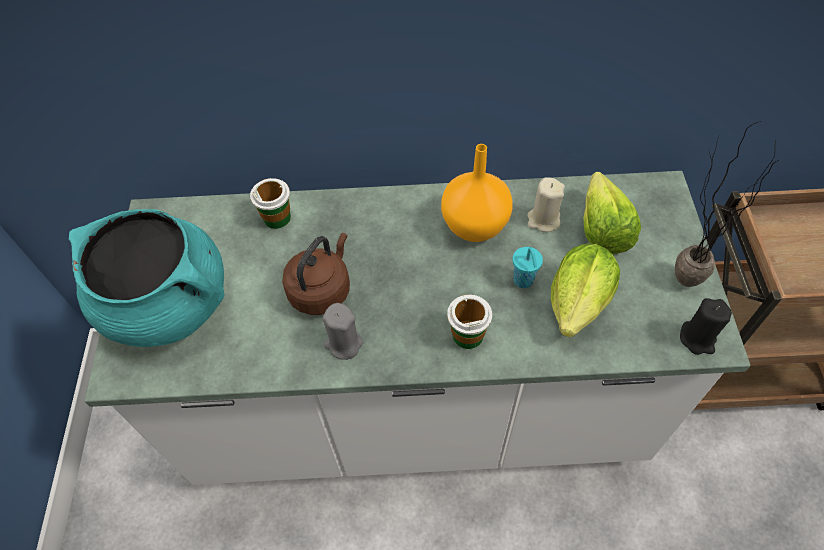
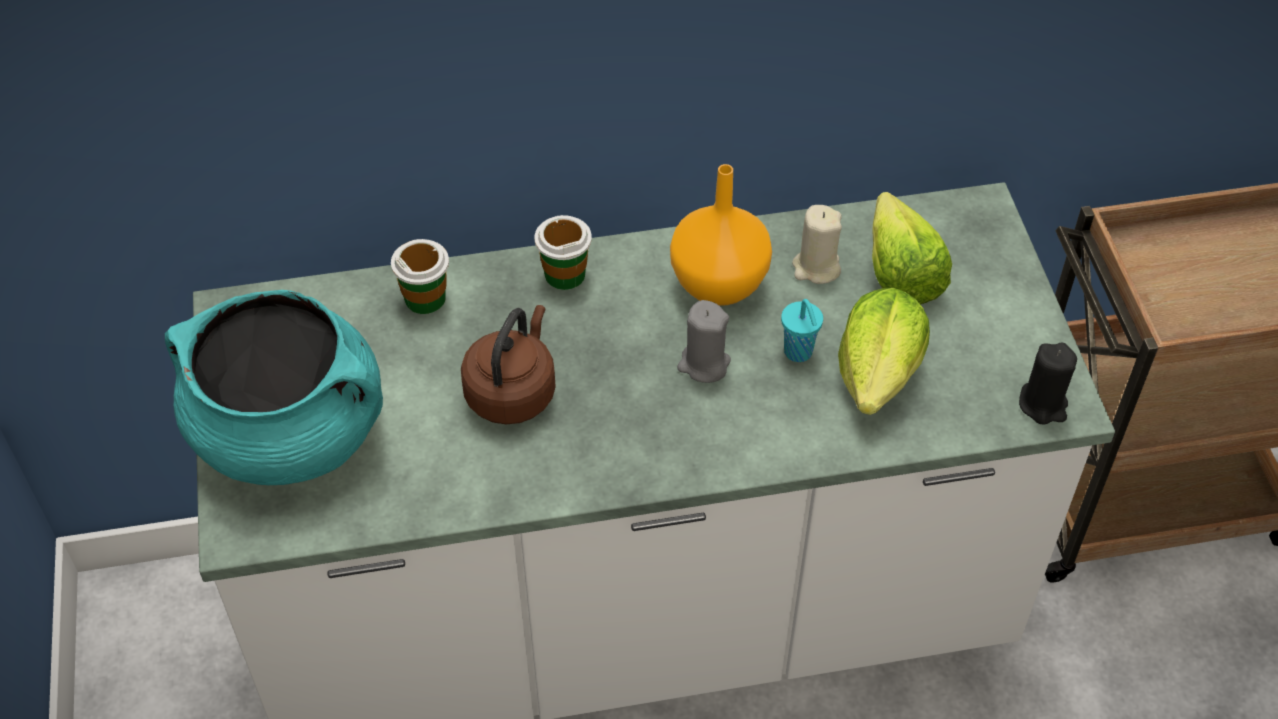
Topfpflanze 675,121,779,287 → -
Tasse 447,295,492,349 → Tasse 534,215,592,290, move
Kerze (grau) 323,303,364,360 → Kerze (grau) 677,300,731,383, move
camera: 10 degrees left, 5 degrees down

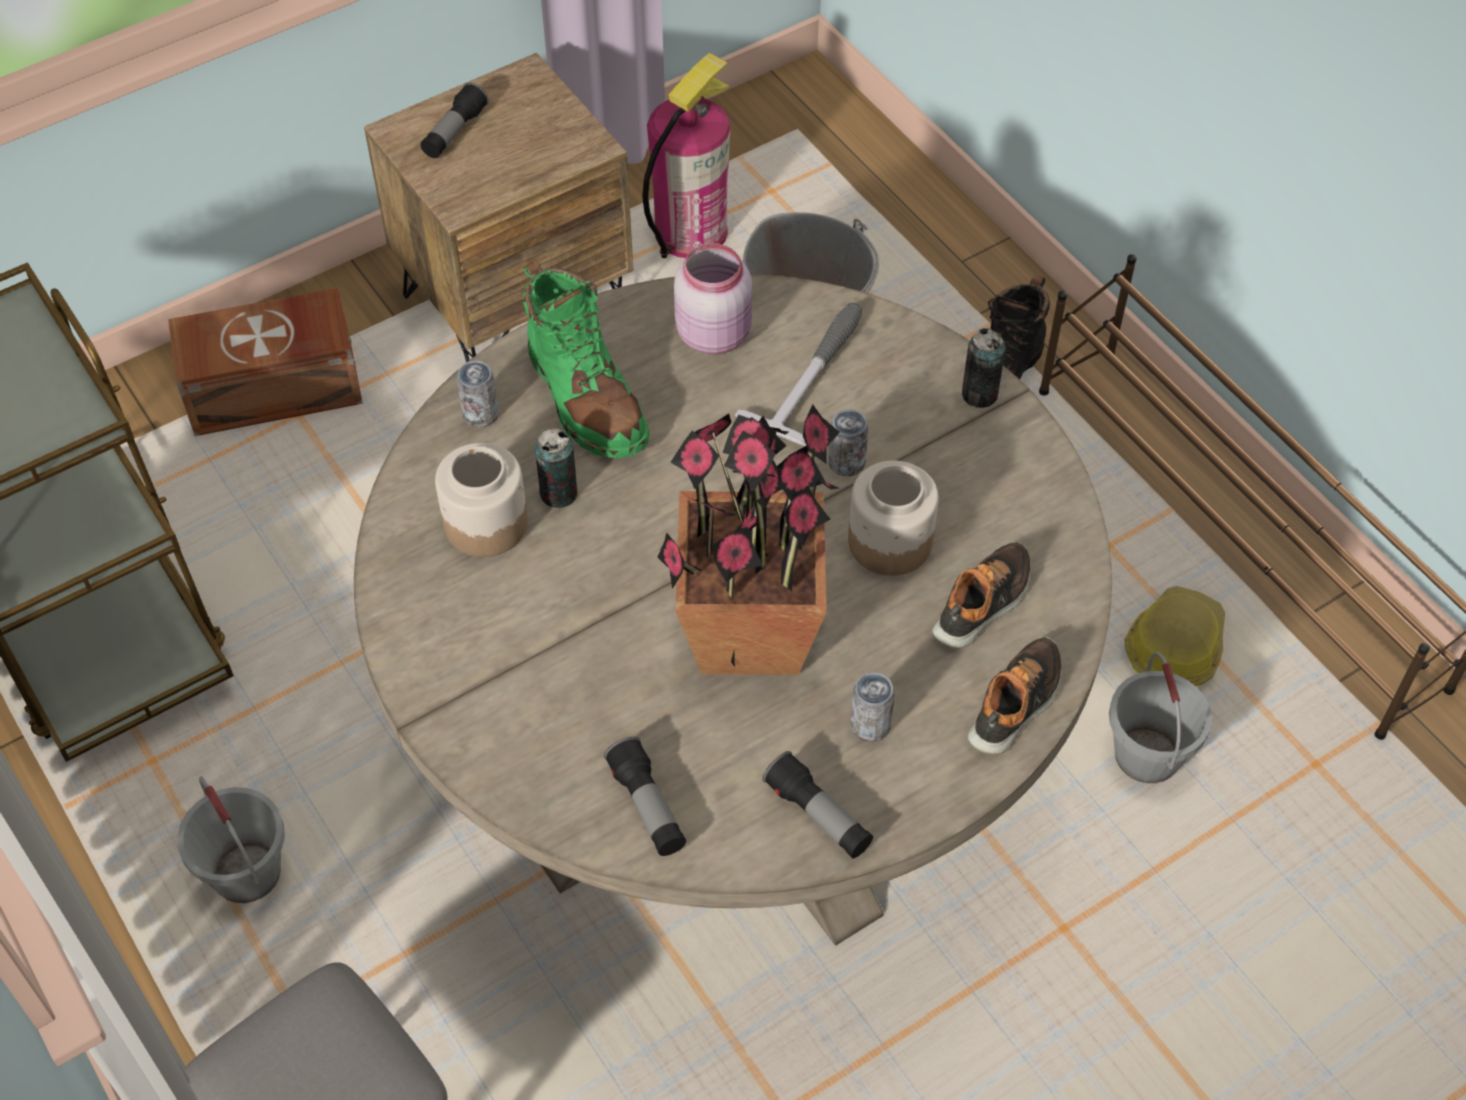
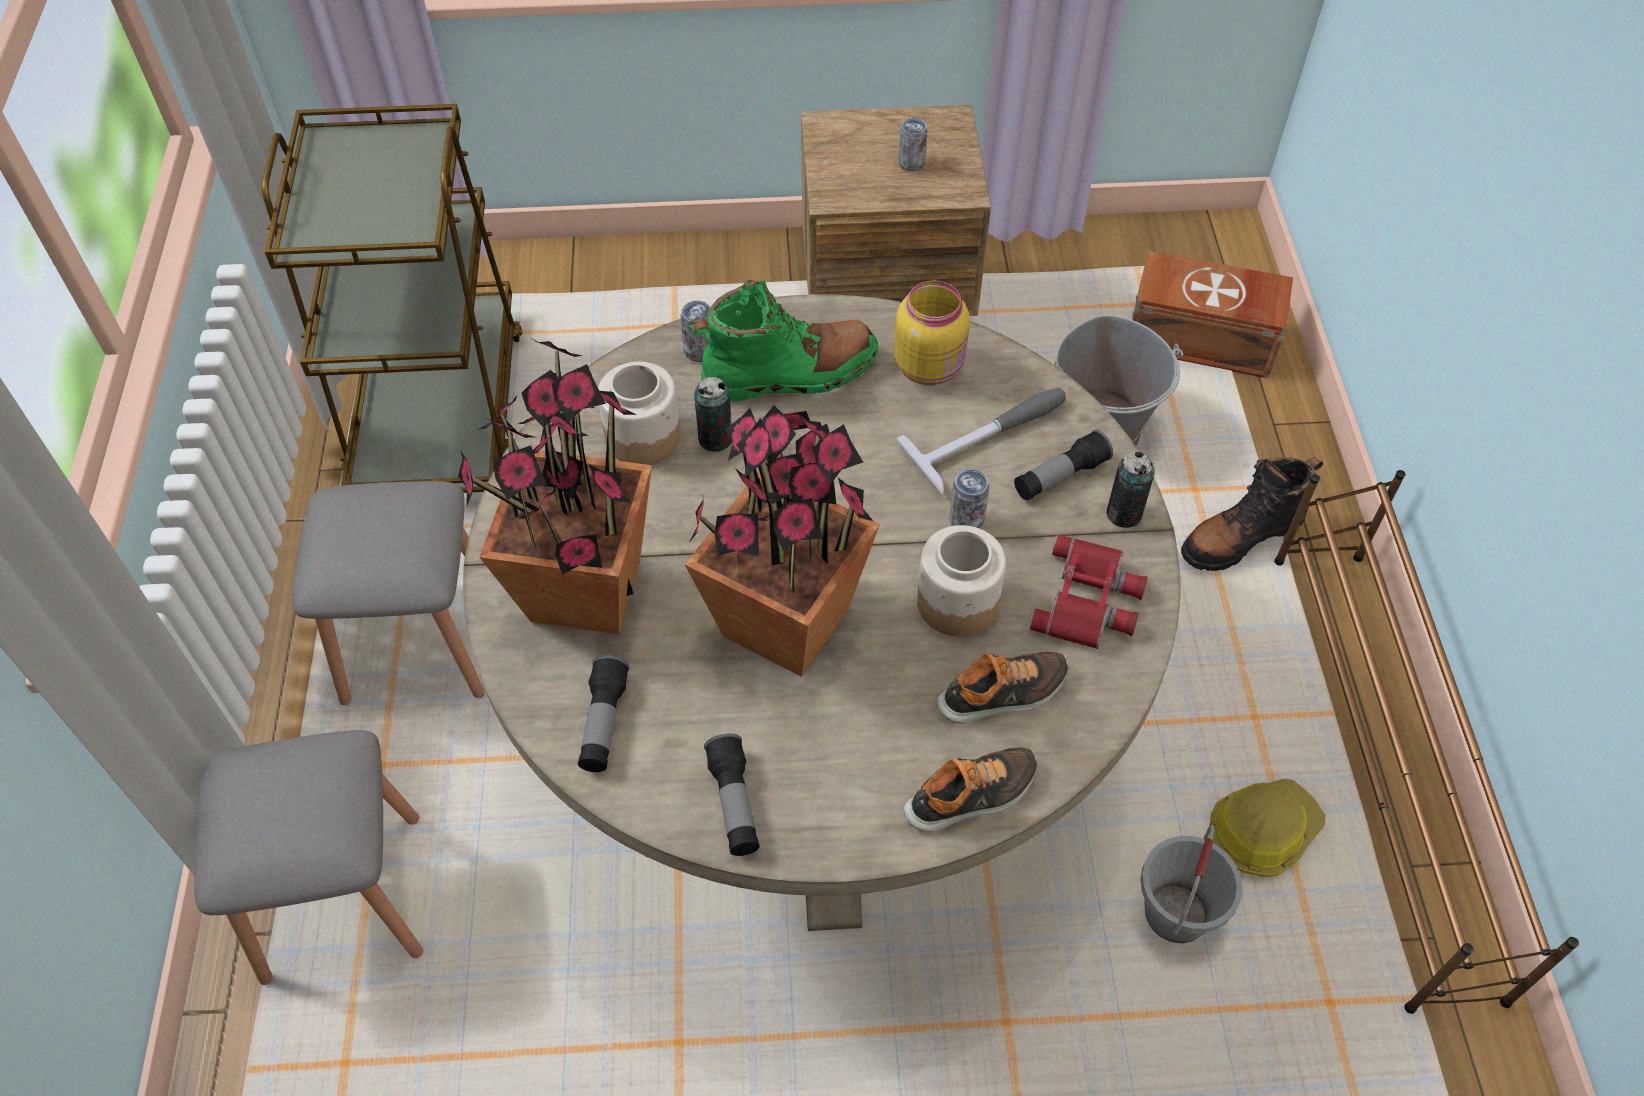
Feuerlöscher 642,53,730,258 → -
Taschenlampe 420,83,489,158 → Taschenlampe 1014,430,1113,500, move
Vorratsglas (rosa) 674,243,752,355 → Vorratsglas (gelb) 894,281,970,385
Stiefel (grün) 523,260,650,458 → Stiefel (grün) 690,280,878,401, 105 degrees counterclockwise
Aufbewahrungsbox (braun) 168,288,363,436 → Aufbewahrungsbox (braun) 1132,250,1293,379, move
Dose 850,672,895,742 → Dose 898,118,928,171, move
Eimer (grau) 177,776,285,903 → Hocker (grau) 292,481,485,705
- → Topfpflanze 458,339,652,634
- → Fernglas (rot) 1030,535,1148,649
camera: 30 degrees right, 0 degrees up

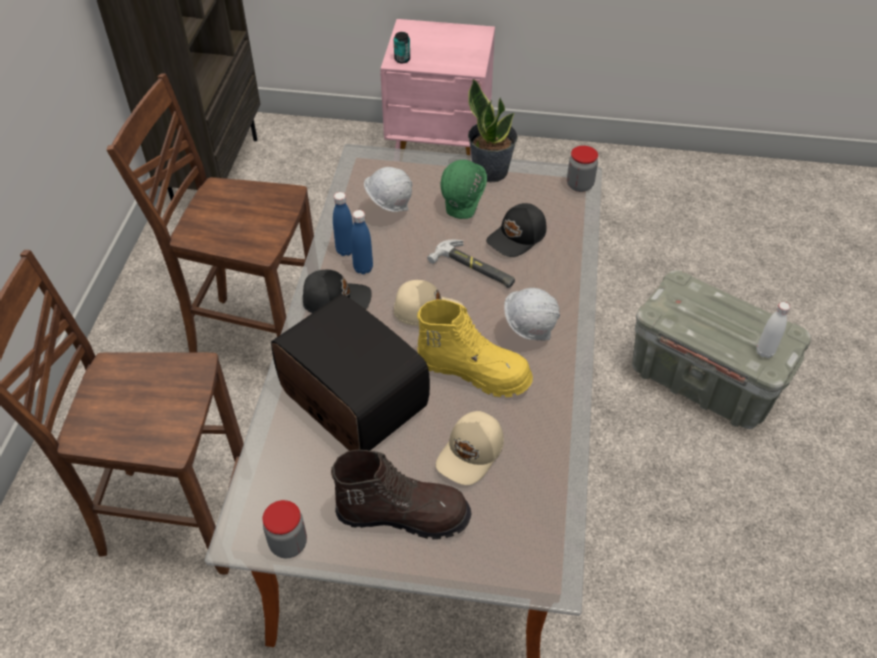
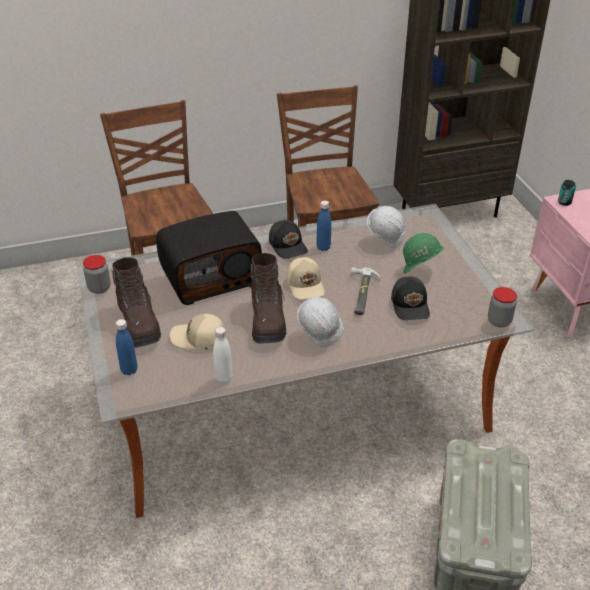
Topfpflanze 468,79,518,182 → -
Flasche (blau) 333,192,353,256 → Flasche (blau) 116,319,137,375, move
Kappe (schwarz) 486,203,547,257 → Kappe (schwarz) 391,277,430,320, 120 degrees counterclockwise
Radio 271,294,430,451 → Radio 156,211,262,305, 45 degrees clockwise
Stiefel (gelb) 417,300,533,397 → Stiefel (braun) 250,253,286,343
Flasche (weiß) 757,302,790,358 → Flasche (weiß) 213,327,232,383, move
camera: 65 degrees right, 10 degrees down

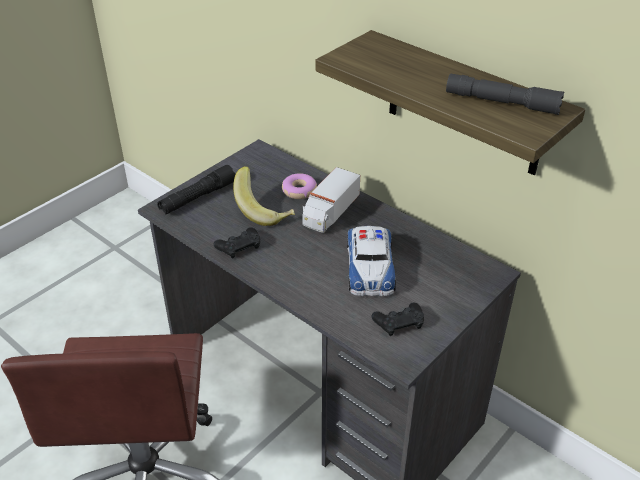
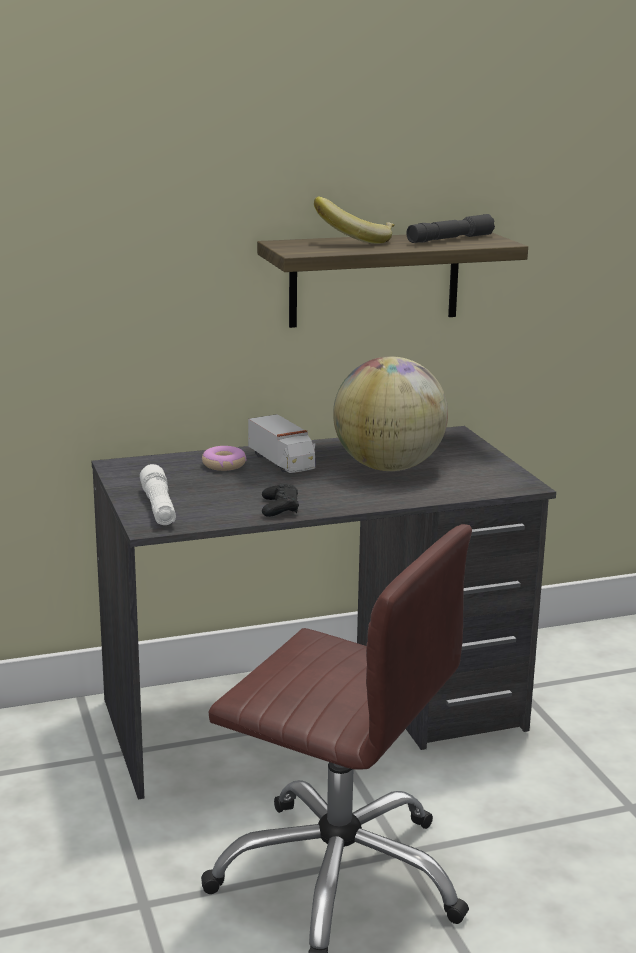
Taschenlampe (schwarz) 157,165,236,214 → Taschenlampe (weiß) 140,464,176,525
Banane 233,166,295,226 → Banane 314,197,395,244, move
Spielzeugauto 347,226,396,296 → Globus 333,356,448,471
Gamepad (schwarz) 372,302,424,336 → -
camera: 60 degrees left, 20 degrees down

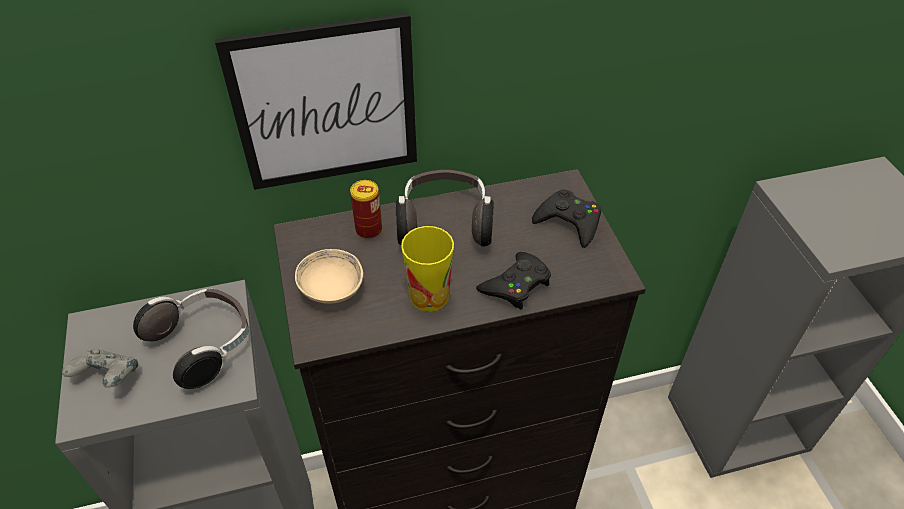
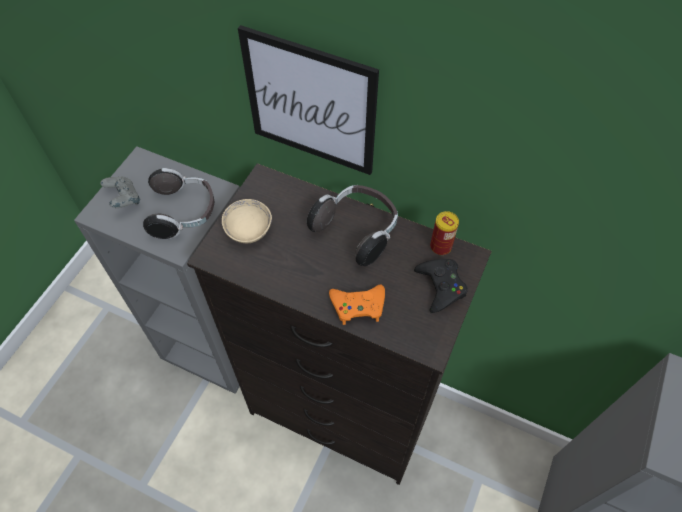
Dose 350,180,382,239 → Dose 430,211,459,255, move
Tasse 401,226,454,312 → -
Gamepad (schwarz) 476,252,551,310 → Gamepad (orange) 329,284,385,325
camera: 40 degrees right, 10 degrees up

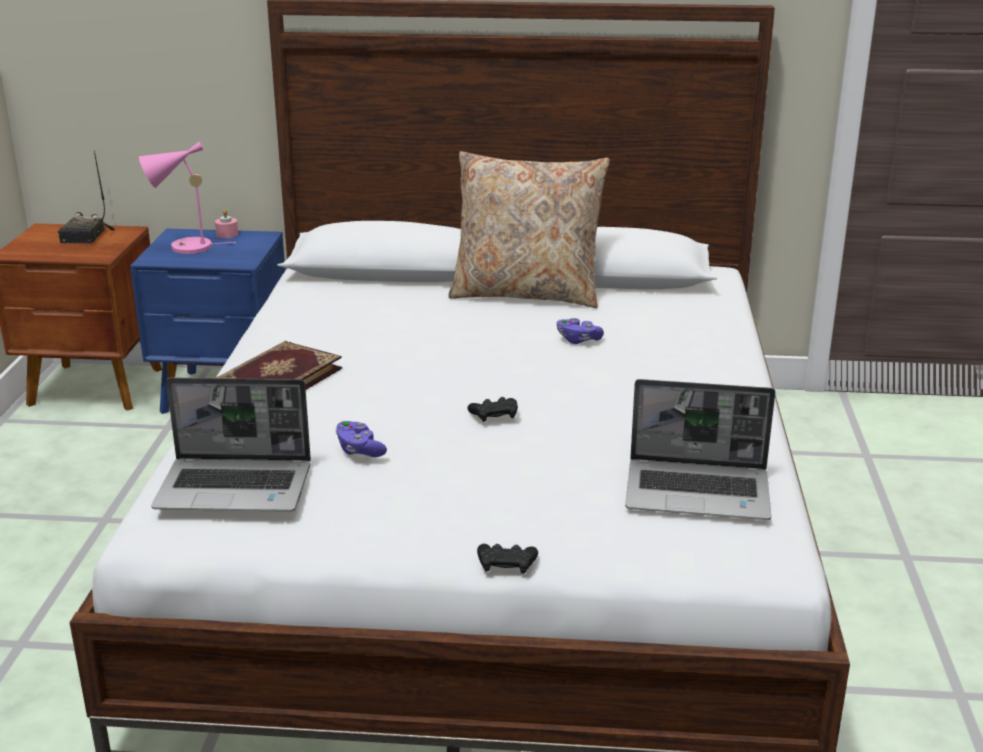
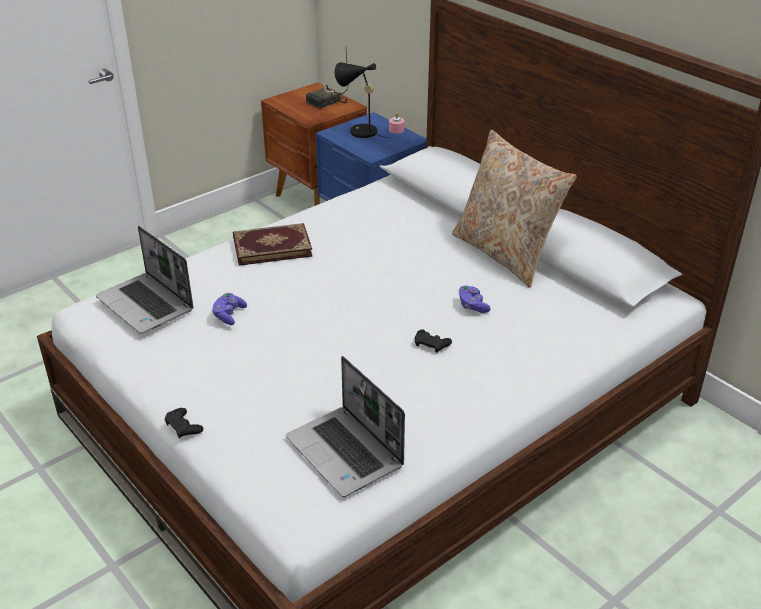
Tischlampe (rosa) 139,141,236,254 → Tischlampe (schwarz) 335,62,390,139
Gamepad (schwarz) 468,397,518,422 → Gamepad (schwarz) 415,329,452,353, move
camera: 45 degrees right, 10 degrees up

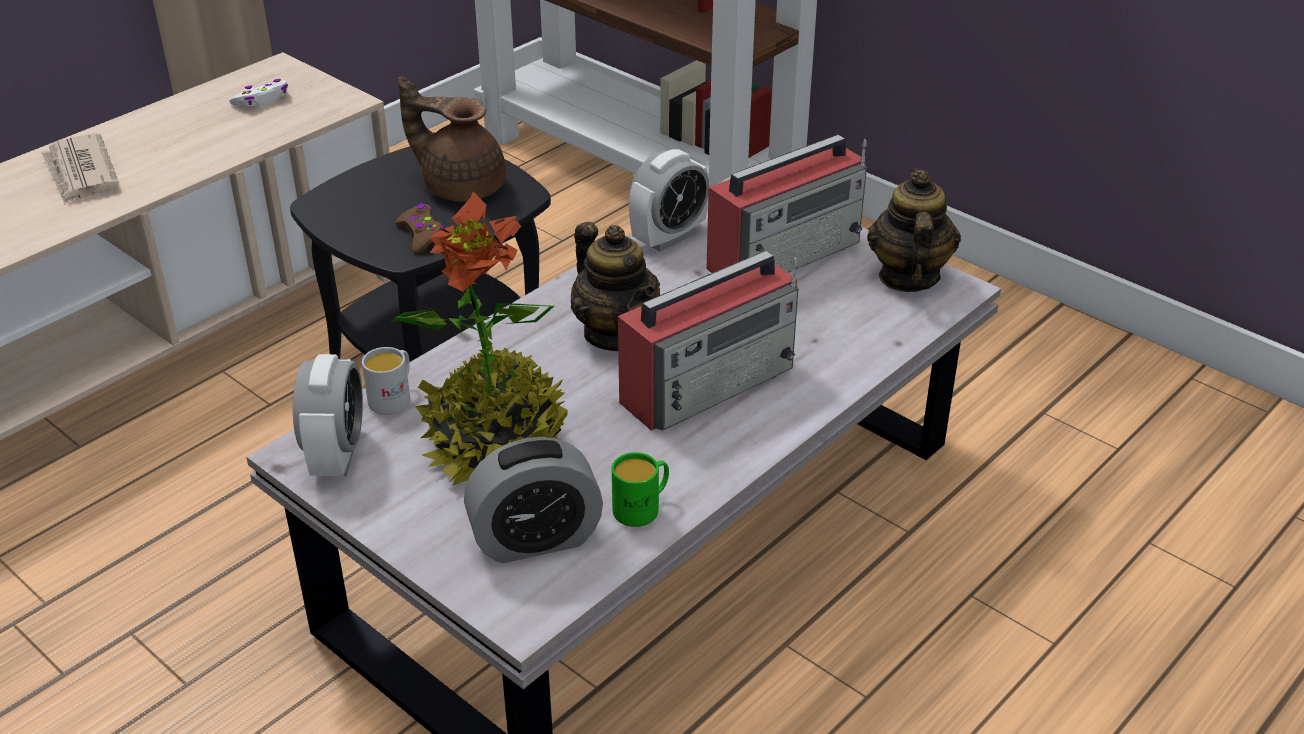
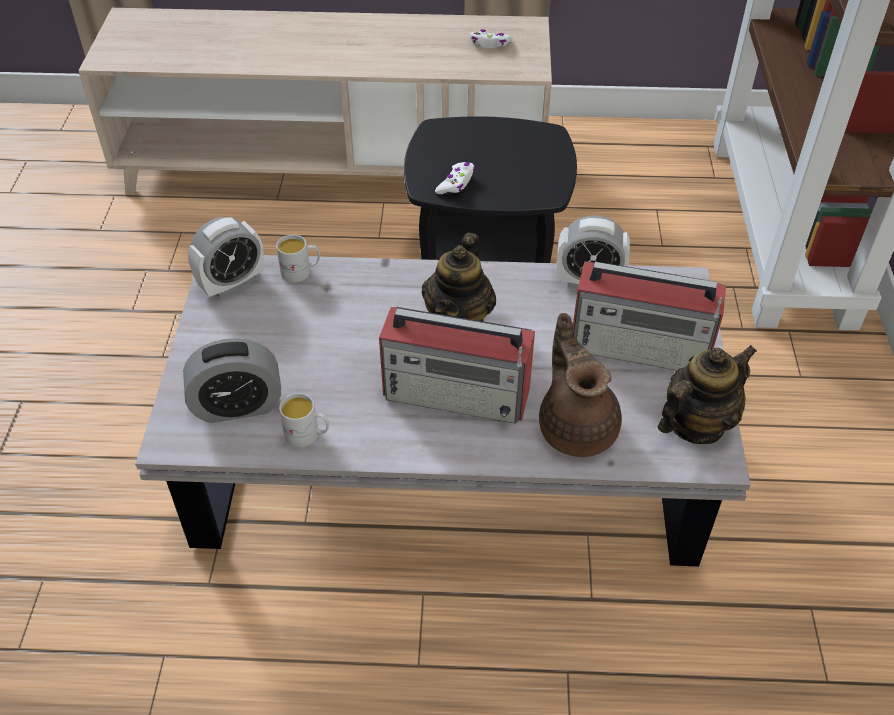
Teekanne (braun) 398,76,506,201 → Teekanne (braun) 539,313,622,457, move
Zeitung 41,133,119,205 → -
Topfpflanze 390,191,568,486 → -
Gamepad (braun) 395,204,444,253 → Gamepad (weiß) 435,162,475,194
Wecker 464,437,603,563 → Wecker 183,338,281,423, 45 degrees counterclockwise
Henkelbecher (grün) 612,452,669,527 → Henkelbecher (weiß) 279,393,329,447
camera: 50 degrees right, 10 degrees up

